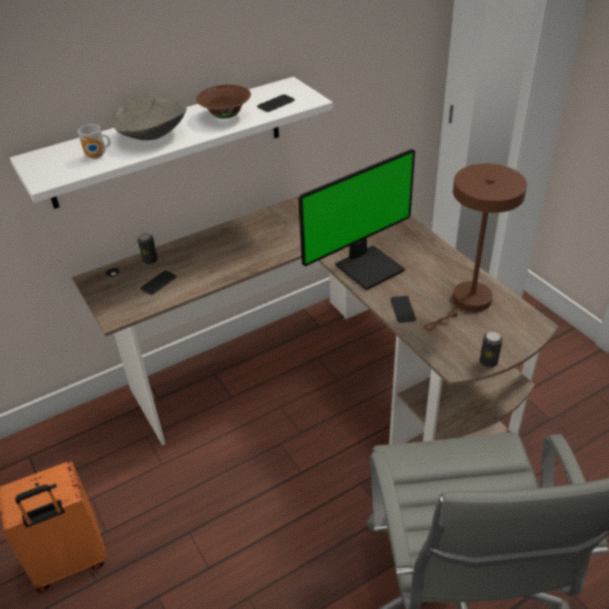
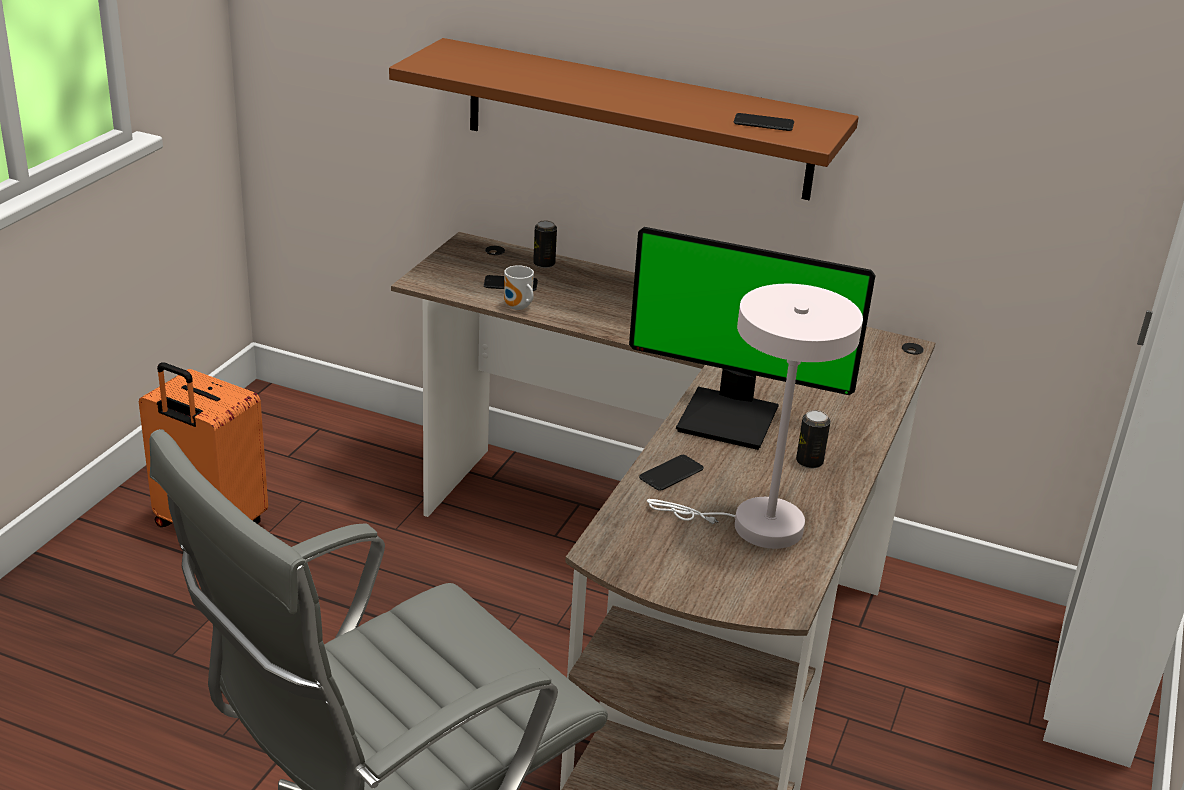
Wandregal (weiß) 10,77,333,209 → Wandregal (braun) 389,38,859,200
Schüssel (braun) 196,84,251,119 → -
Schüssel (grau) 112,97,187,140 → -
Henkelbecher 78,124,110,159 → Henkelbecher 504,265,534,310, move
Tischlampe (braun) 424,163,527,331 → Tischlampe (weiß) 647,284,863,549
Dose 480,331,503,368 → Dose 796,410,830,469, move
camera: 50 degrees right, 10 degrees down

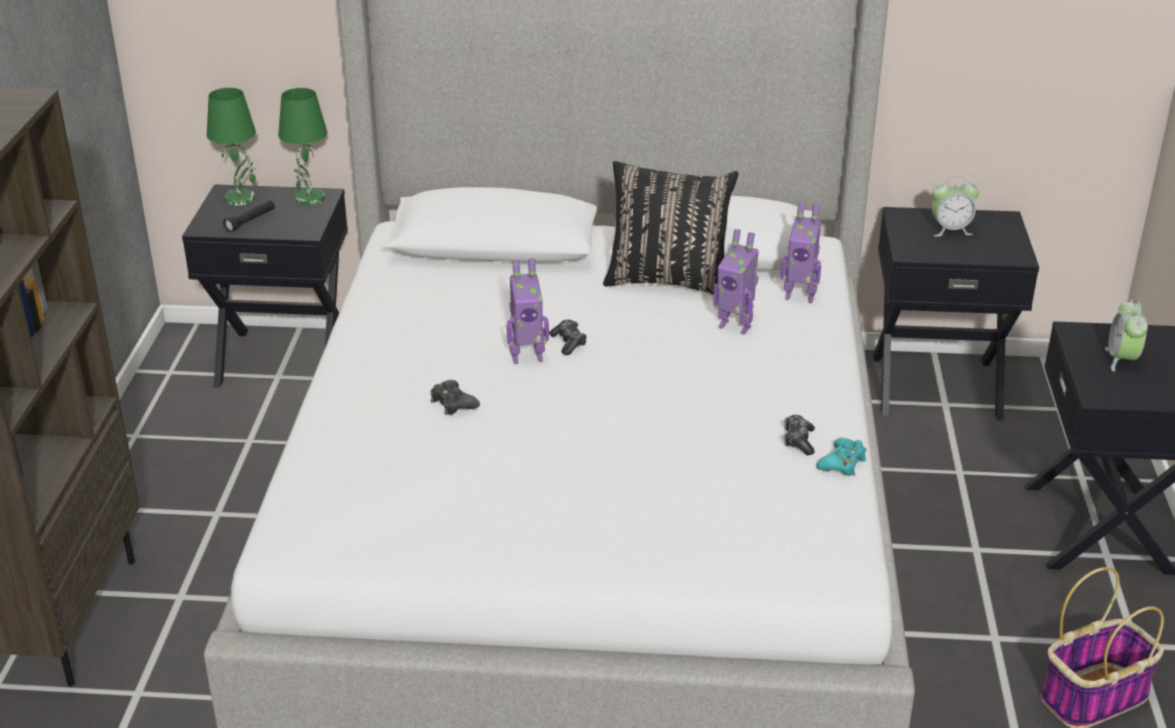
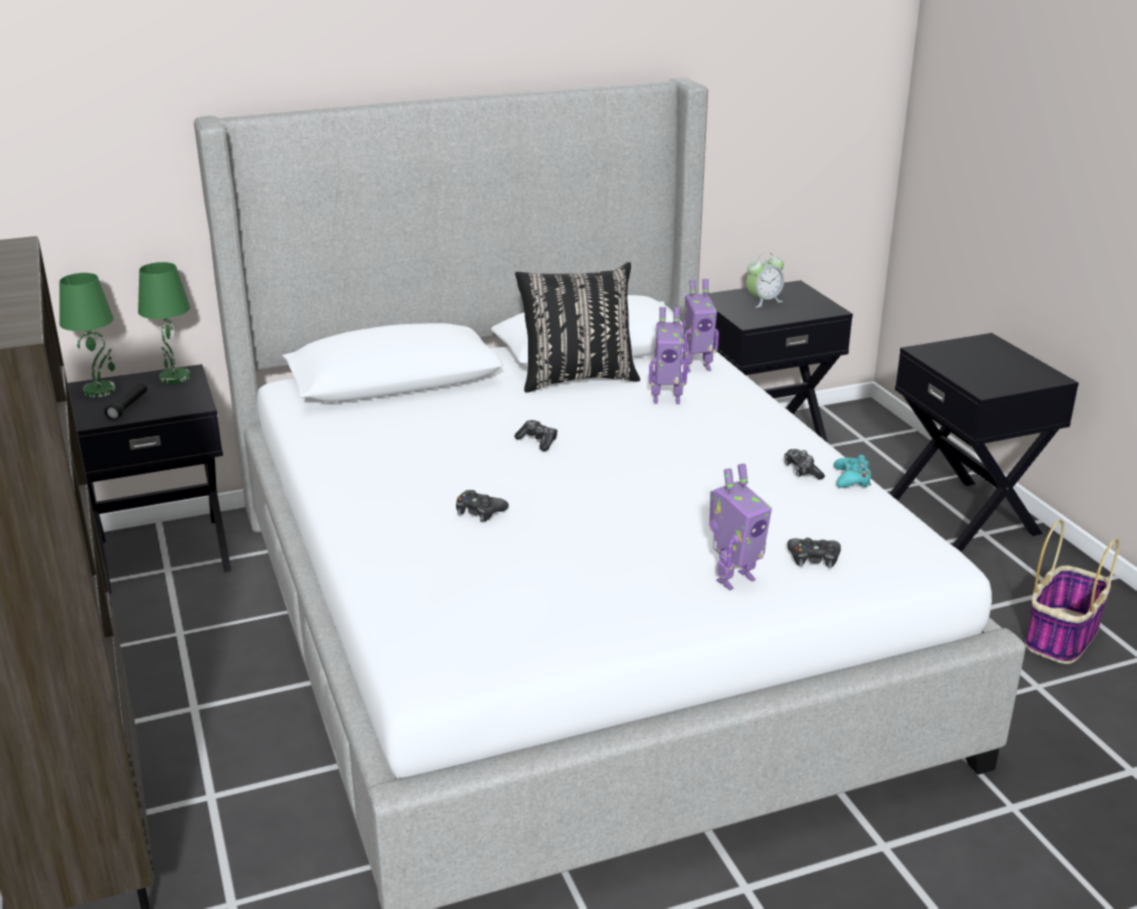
Spielzeugroboter 507,258,549,364 → Spielzeugroboter 709,464,772,590, move
Wecker 1105,300,1148,372 → -
- → Gamepad (schwarz) 787,538,841,568
camera: 25 degrees left, 5 degrees down

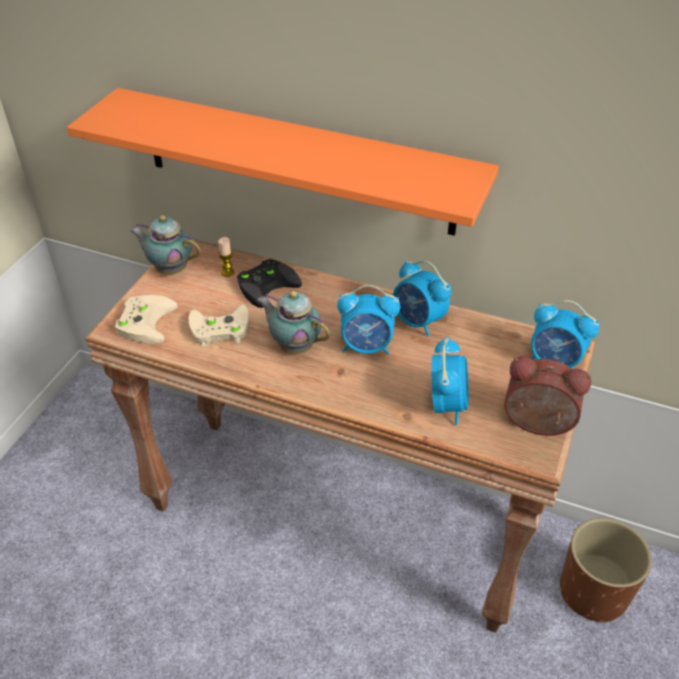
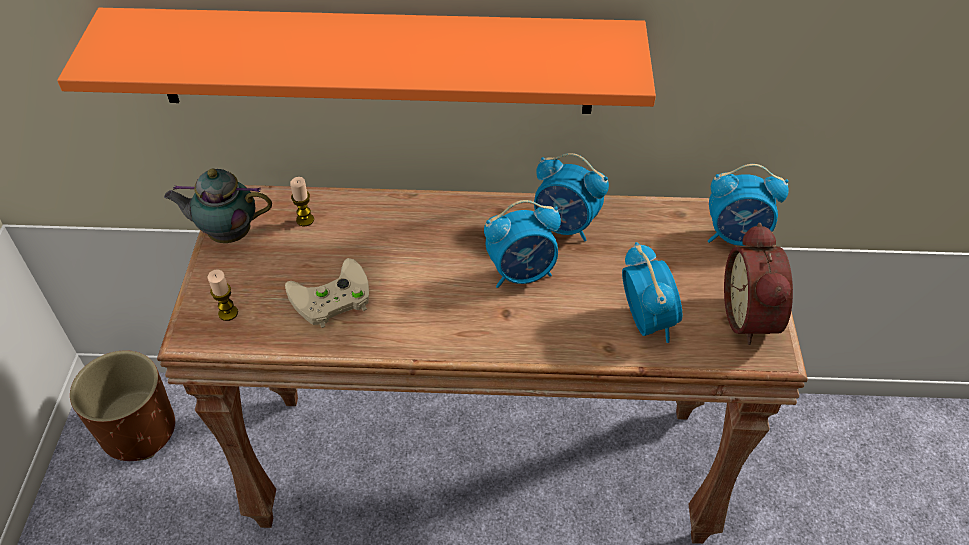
Gamepad (schwarz) 237,259,302,308 → -
Teekanne 257,291,330,354 → -
Gamepad (beige) 115,295,178,344 → Kerze 208,270,238,321
Wecker 504,356,591,436 → Wecker 724,223,793,345, 90 degrees counterclockwise
Pflanzkübel (braun) 560,518,652,623 → Pflanzkübel (braun) 70,350,175,461, move
camera: 20 degrees left, 5 degrees up

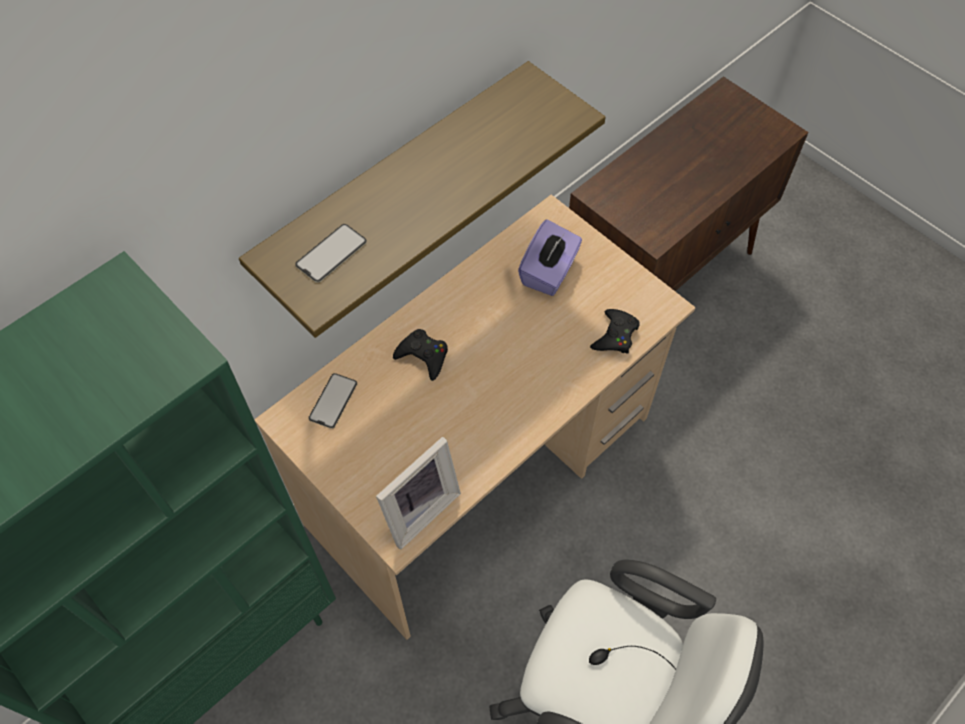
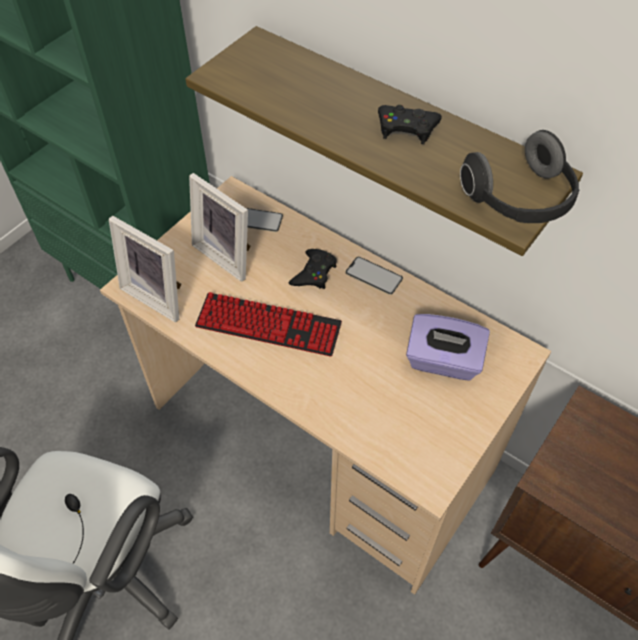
Handy 295,224,367,283 → Handy 345,256,403,295, move
Gamepad (schwarz) 590,309,639,354 → Gamepad (schwarz) 378,105,442,144, move
- → Kopfhörer 460,130,580,223
- → Bilderrahmen 189,173,251,282
- → Tastatur 195,292,342,357
camera: 80 degrees right, 5 degrees down

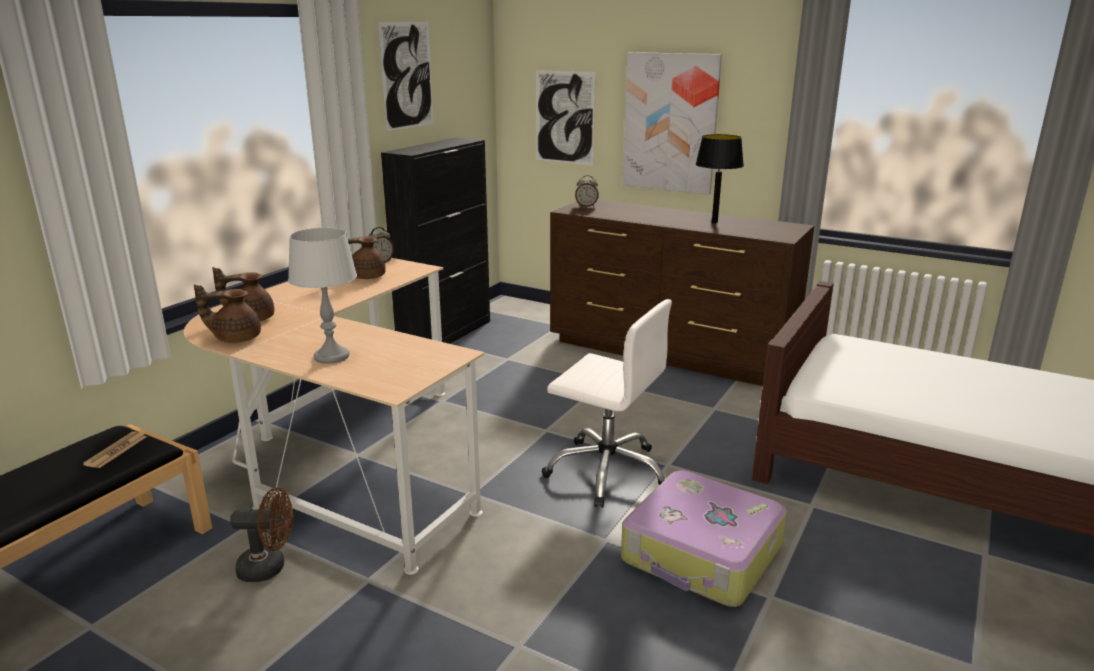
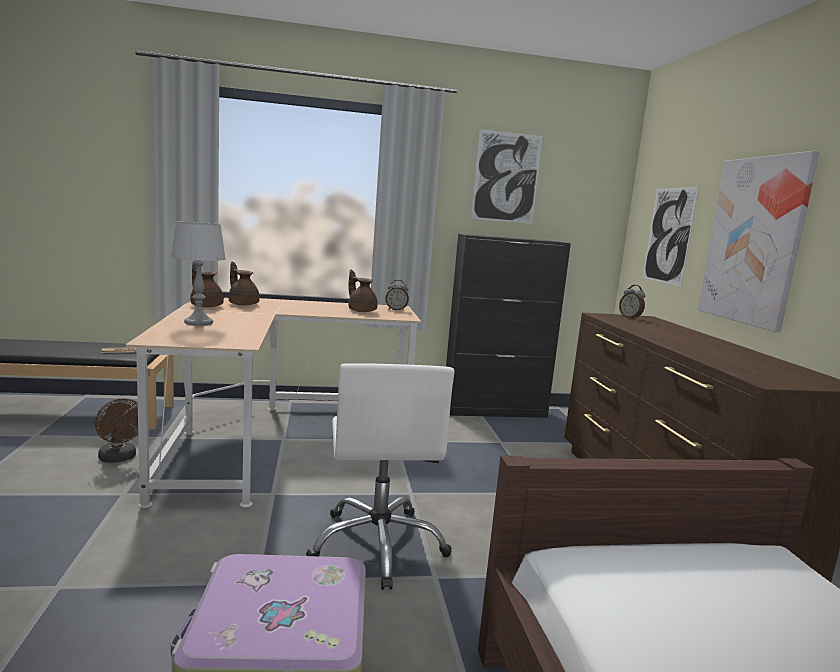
Tischlampe (schwarz) 695,134,744,223 → -
camera: 50 degrees right, 10 degrees down

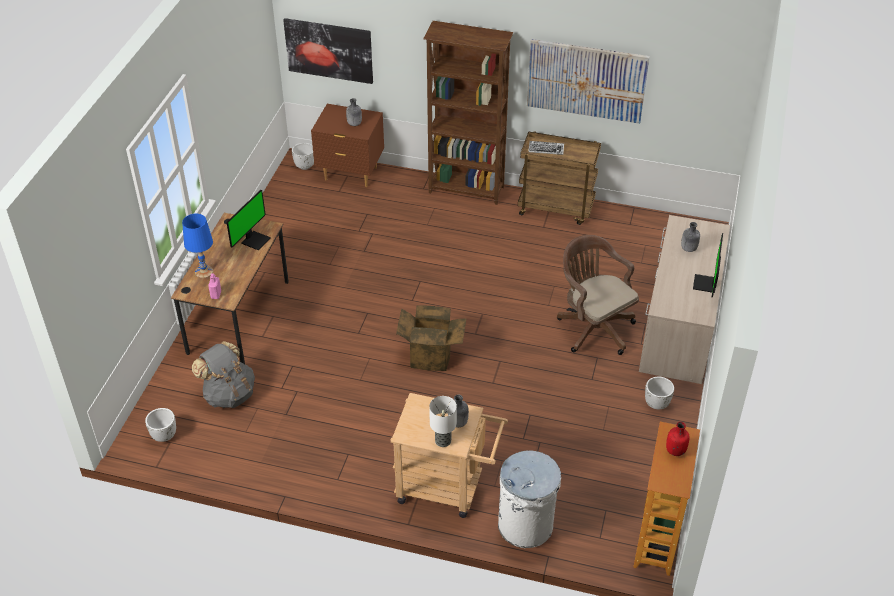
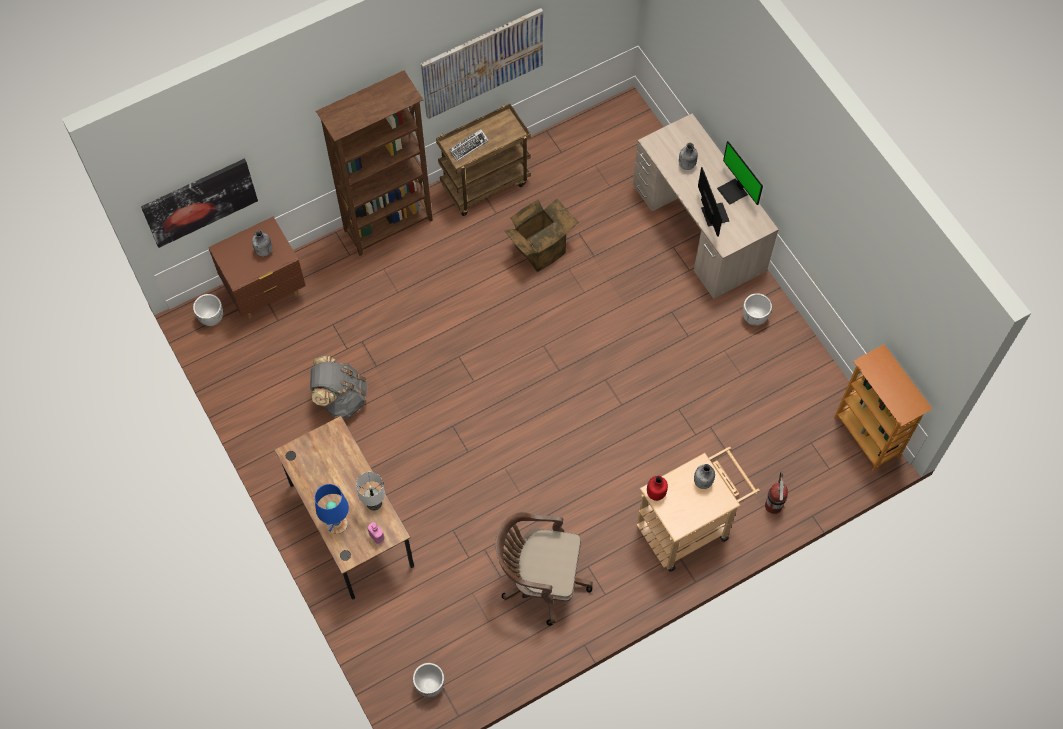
Monitor 227,190,271,250 → Monitor 698,167,729,237, move
Bürostuhl (braun) 557,235,639,355 → Bürostuhl (braun) 495,512,593,626, move
Karton 396,305,466,371 → Karton 504,199,579,272, move
Rucksack (grau) 192,341,255,408 → Rucksack (grau) 310,356,367,418, move
Tischlampe 429,396,457,447 → Tischlampe 356,472,385,511, move
Flasche (rot) 666,422,690,456 → Flasche (rot) 647,476,668,501, move
Mülleimer (weiß) 498,450,561,548 → Feuerlöscher 765,471,788,514
camera: 45 degrees left, 20 degrees up

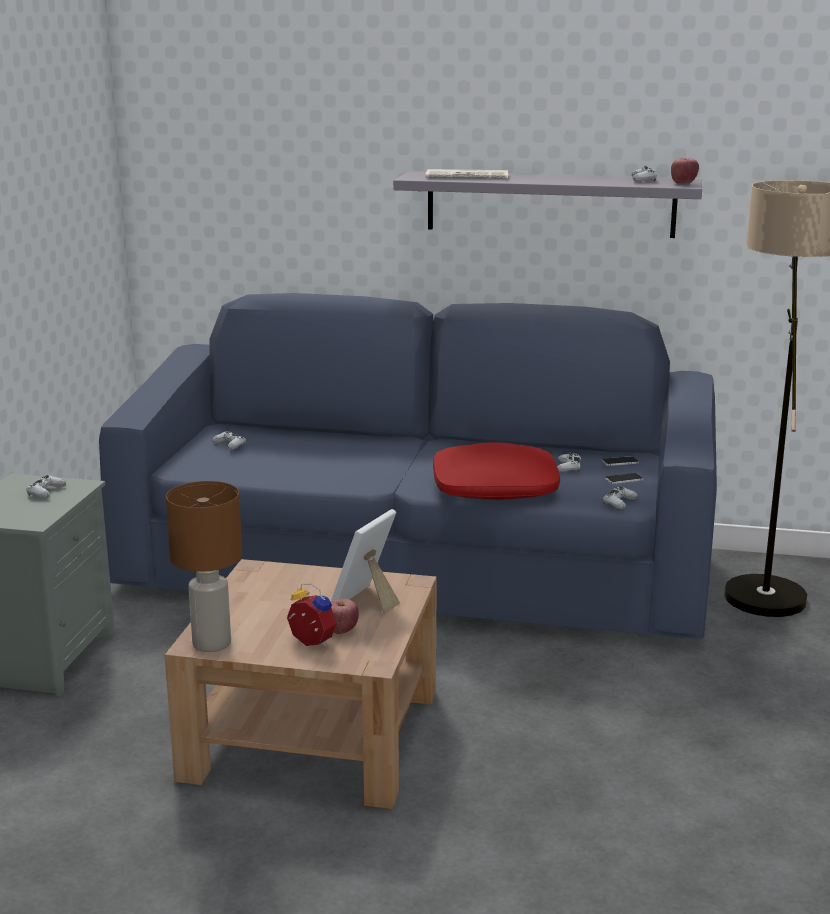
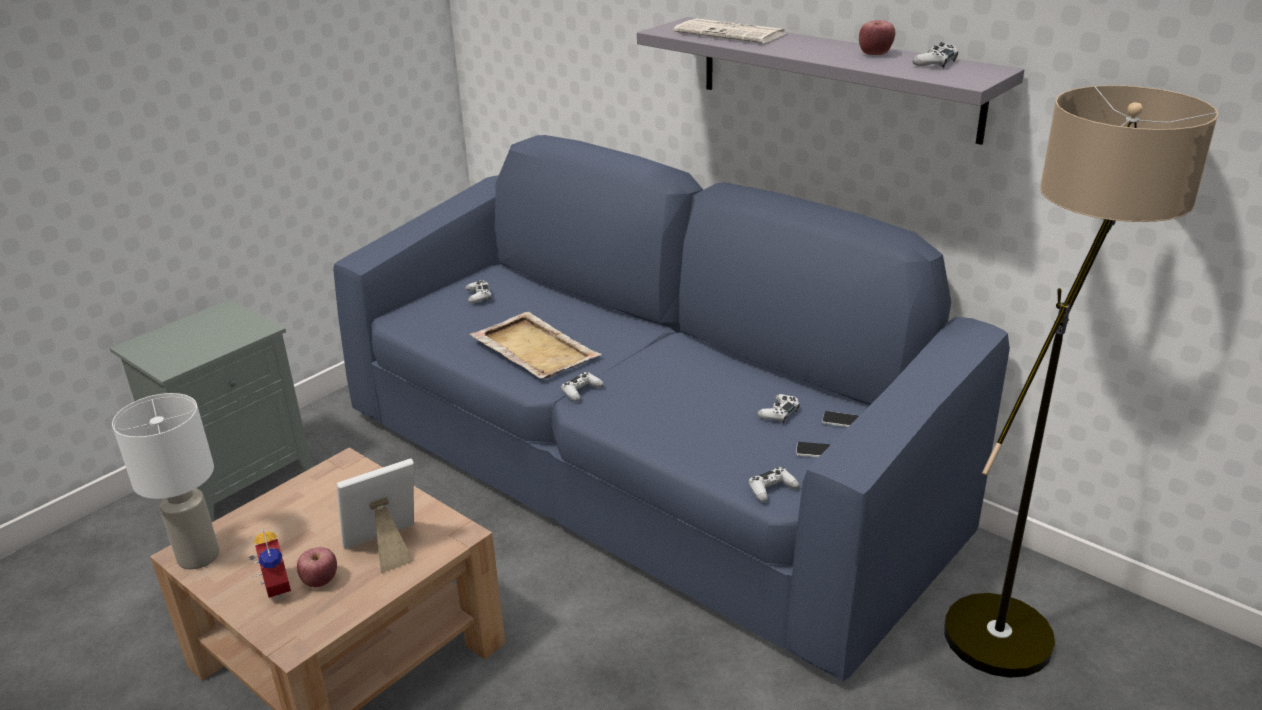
Apfel 671,158,699,184 → Apfel 859,20,895,55, move
Kissen (rot) 433,442,560,500 → -
Gamepad (weiß) 26,475,66,498 → Gamepad (weiß) 561,372,604,401, move
Tischlampe (braun) 166,481,242,652 → Tischlampe (weiß) 112,393,219,569
- → Tablett (beige) 470,312,601,378
camera: 30 degrees right, 10 degrees up

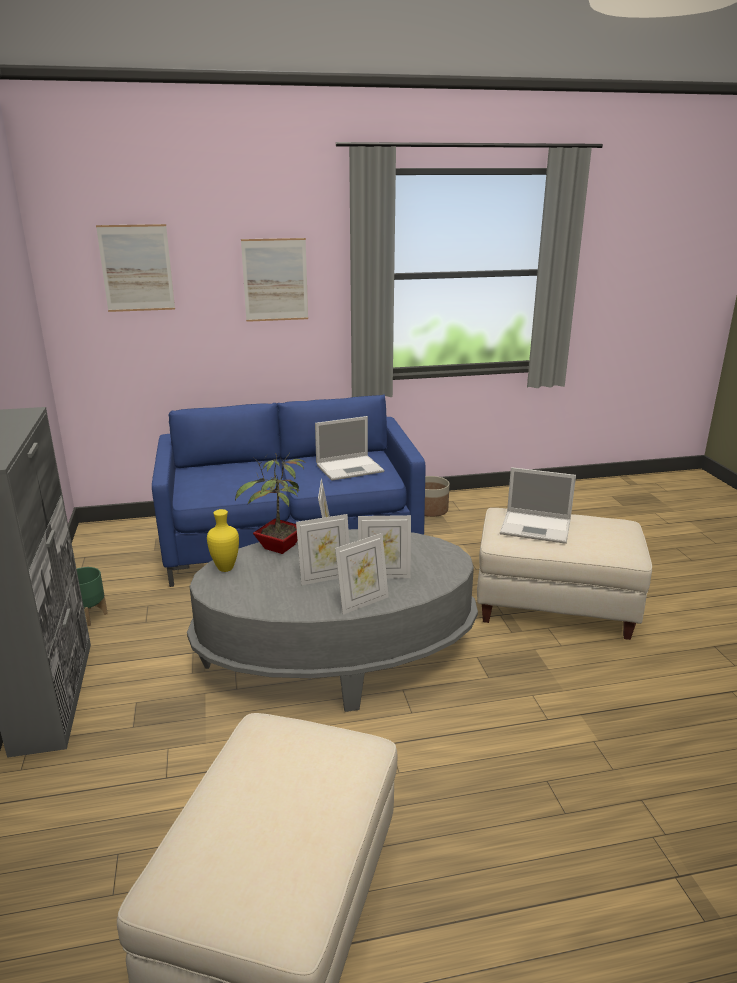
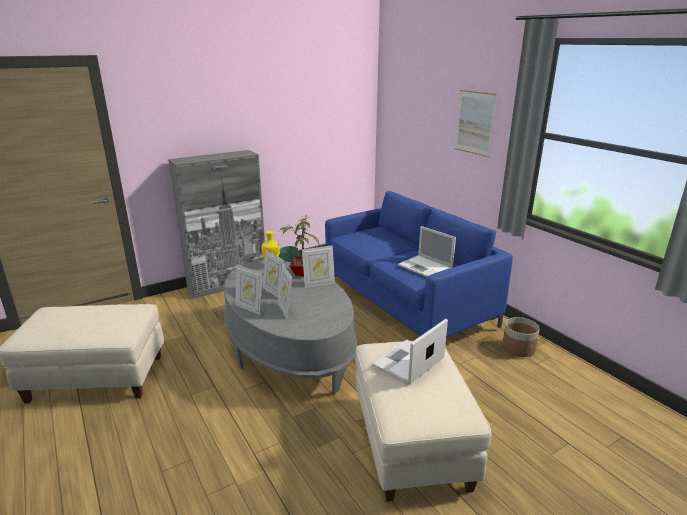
Bild 96,224,175,312 → -
Laptop 500,467,576,544 → Laptop 372,319,448,385, 45 degrees clockwise
camera: 70 degrees right, 0 degrees up

